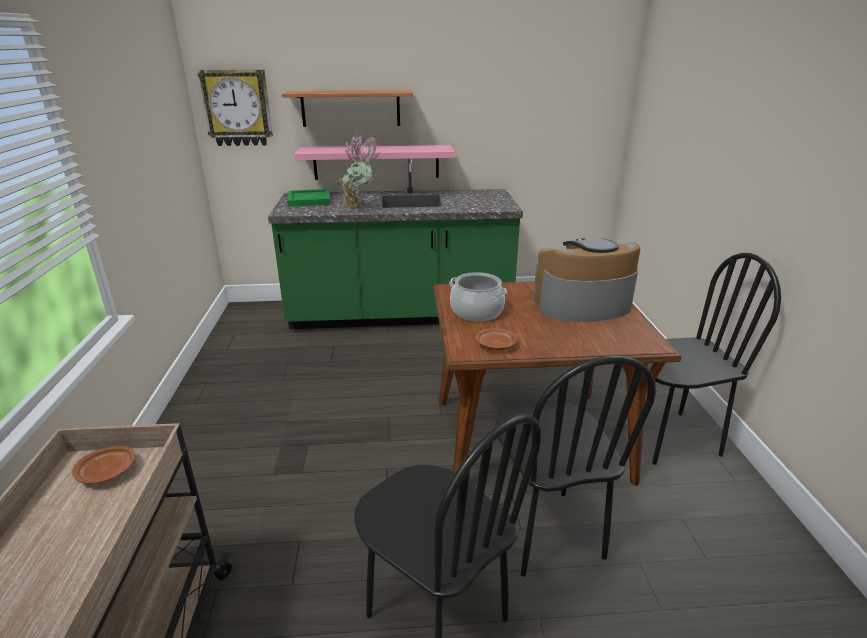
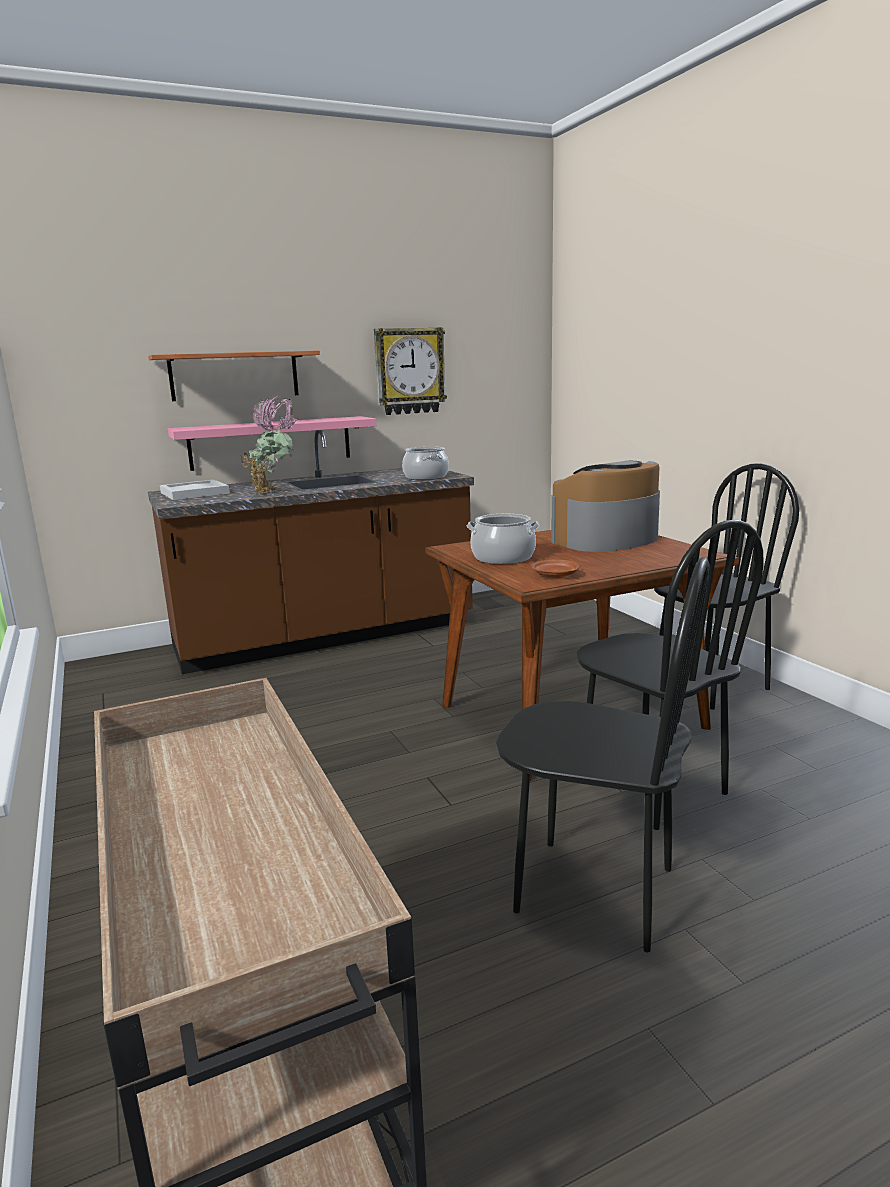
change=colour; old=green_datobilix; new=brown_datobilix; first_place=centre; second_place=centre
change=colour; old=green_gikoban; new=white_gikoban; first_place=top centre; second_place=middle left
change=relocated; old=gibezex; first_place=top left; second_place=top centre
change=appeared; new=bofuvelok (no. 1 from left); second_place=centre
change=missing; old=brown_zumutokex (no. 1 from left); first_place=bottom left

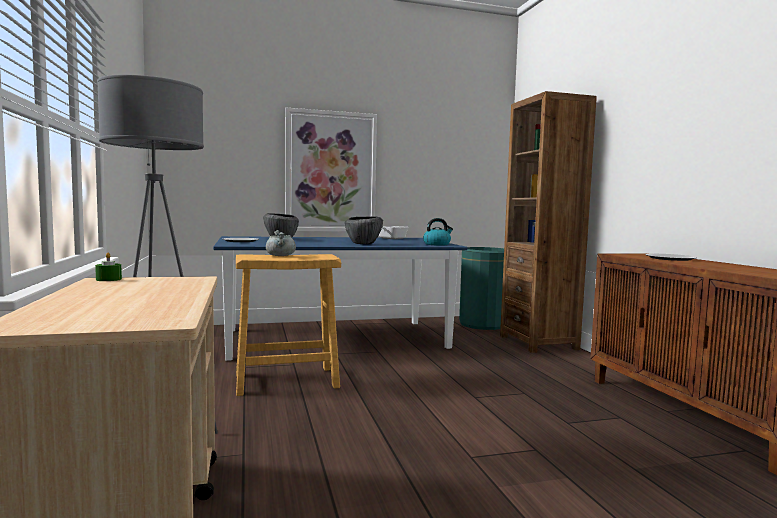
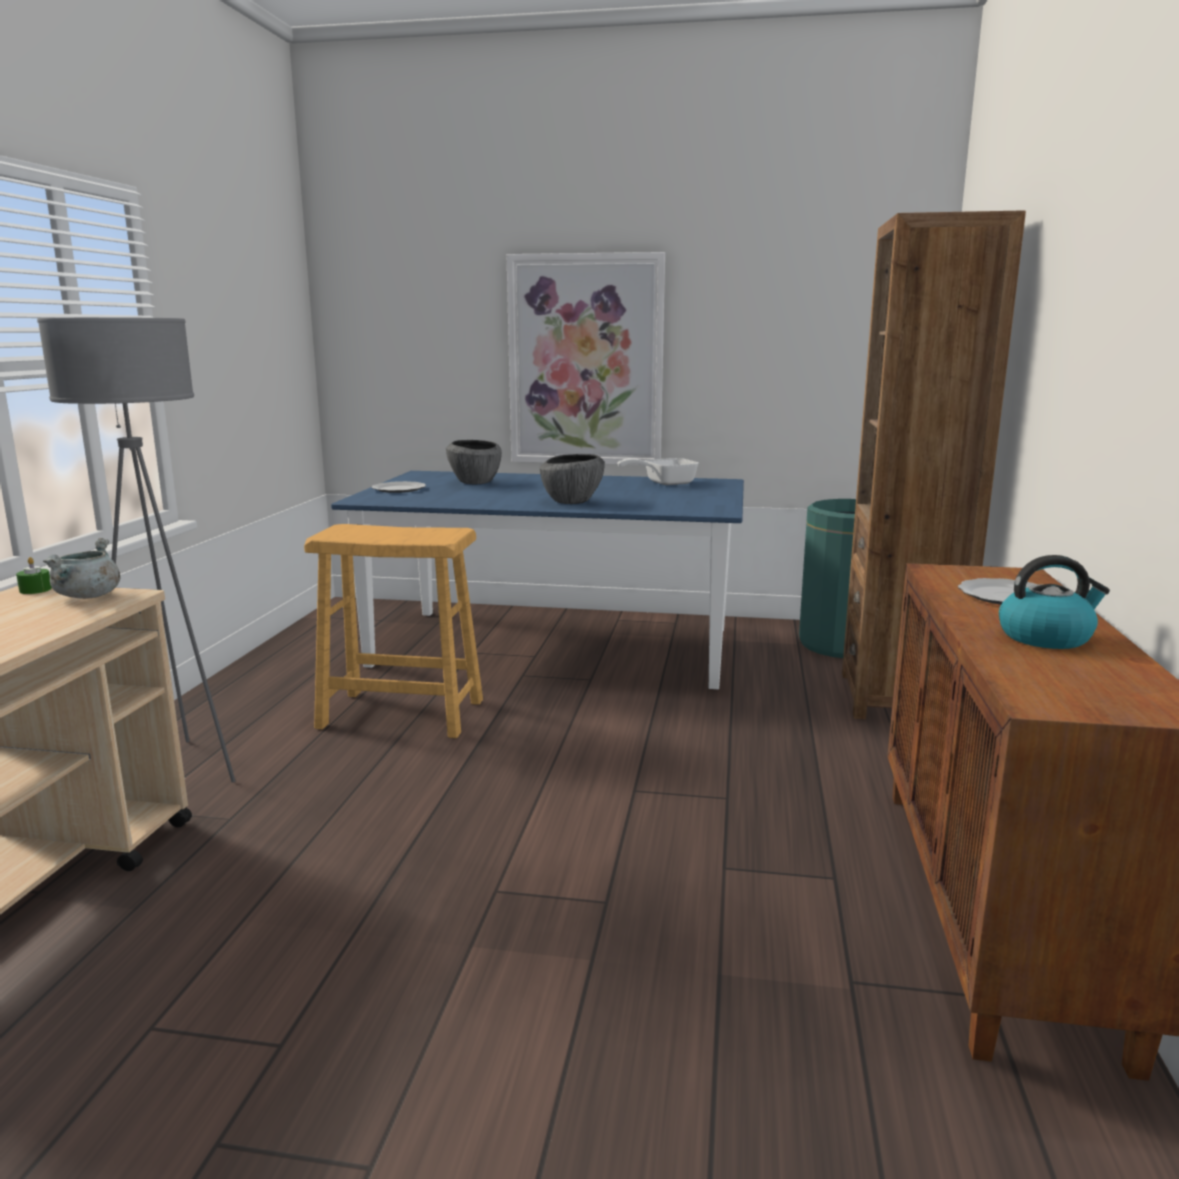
change=relocated; old=grey_bofuvelok; first_place=centre; second_place=middle left
change=relocated; old=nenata; first_place=centre; second_place=middle right

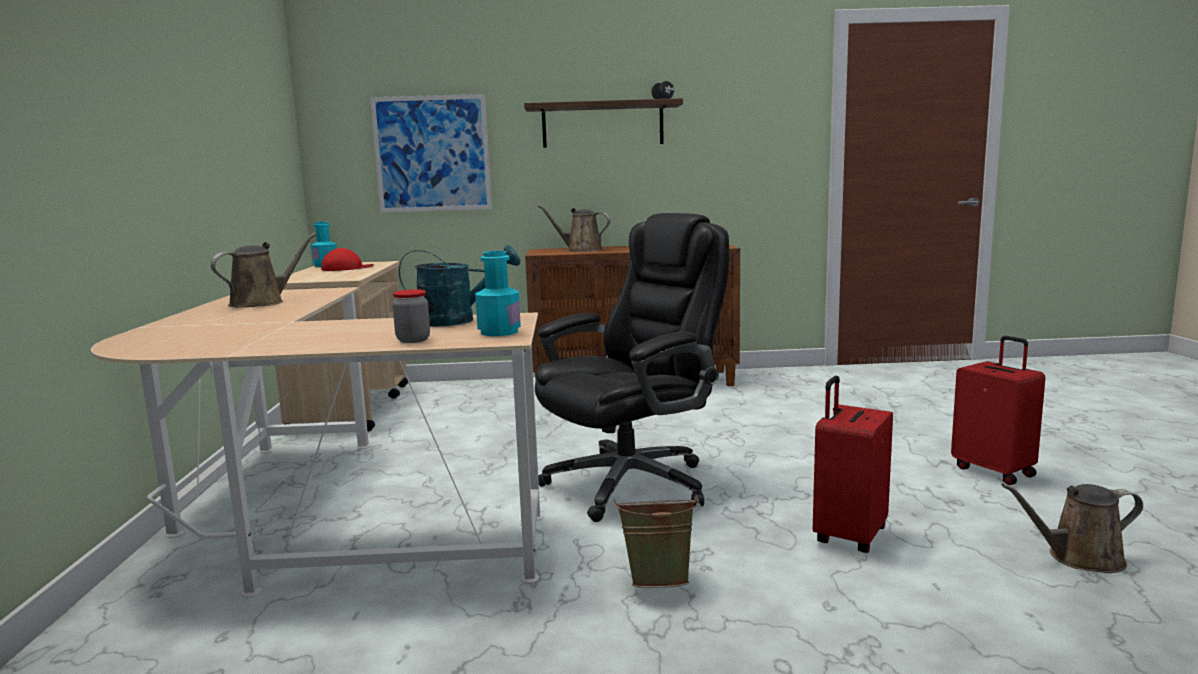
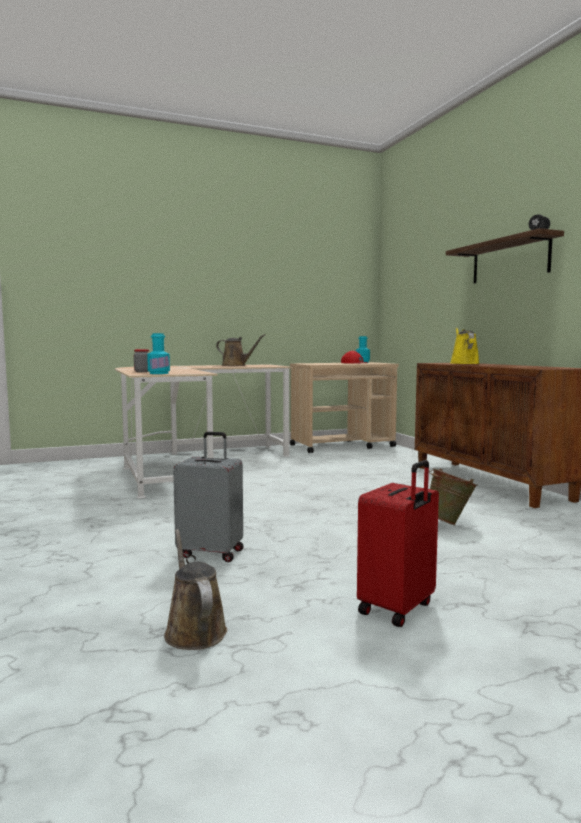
change=colour; old=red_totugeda (no. 1 from left); new=grey_totugeda; first_place=bottom right; second_place=centre
change=relocated; old=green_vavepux; first_place=bottom centre; second_place=middle right
change=colour; old=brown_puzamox (no. 2 from left); new=yellow_puzamox; first_place=centre; second_place=middle right
change=missing; old=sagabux; first_place=top centre
change=missing; old=turquoise_puzamox; first_place=centre
change=missing; old=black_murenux; first_place=centre

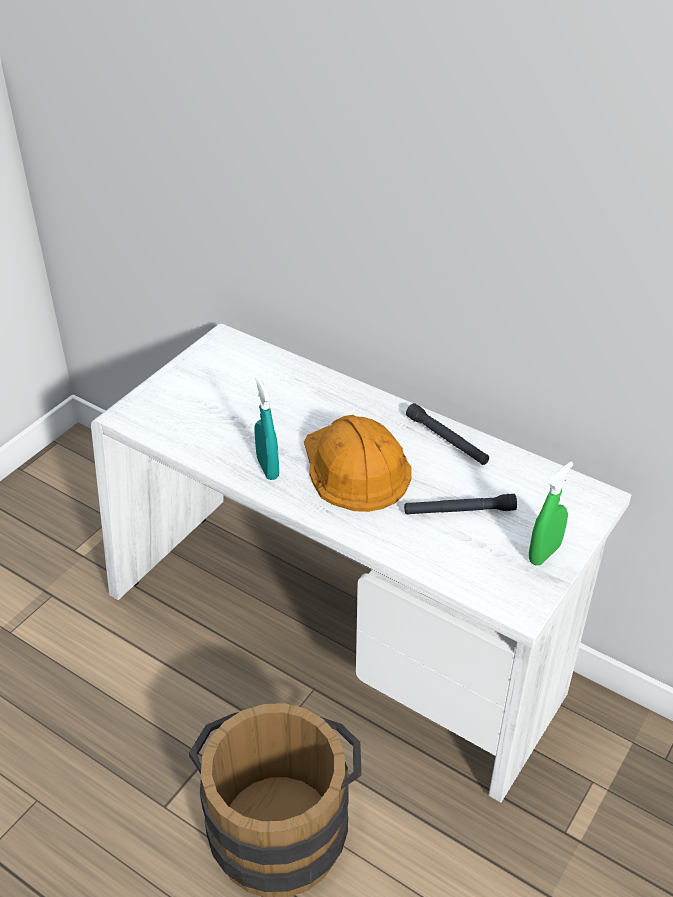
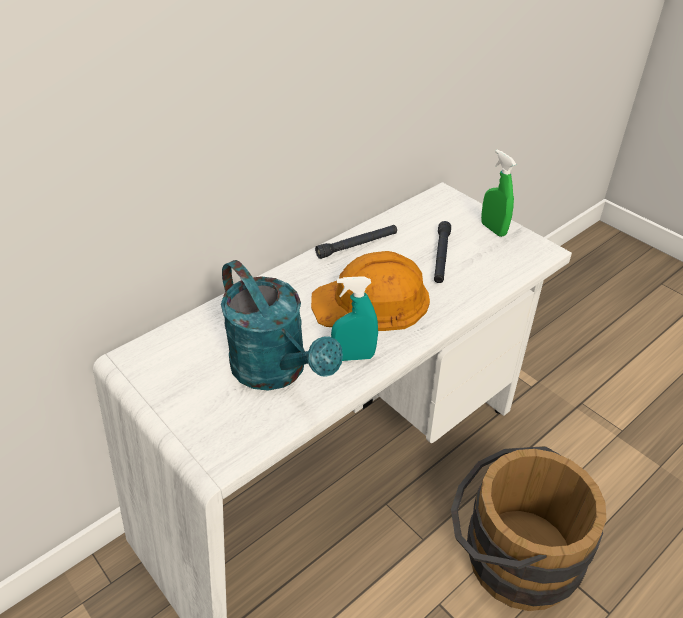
change=appeared; new=turquoise_puzamox; second_place=centre

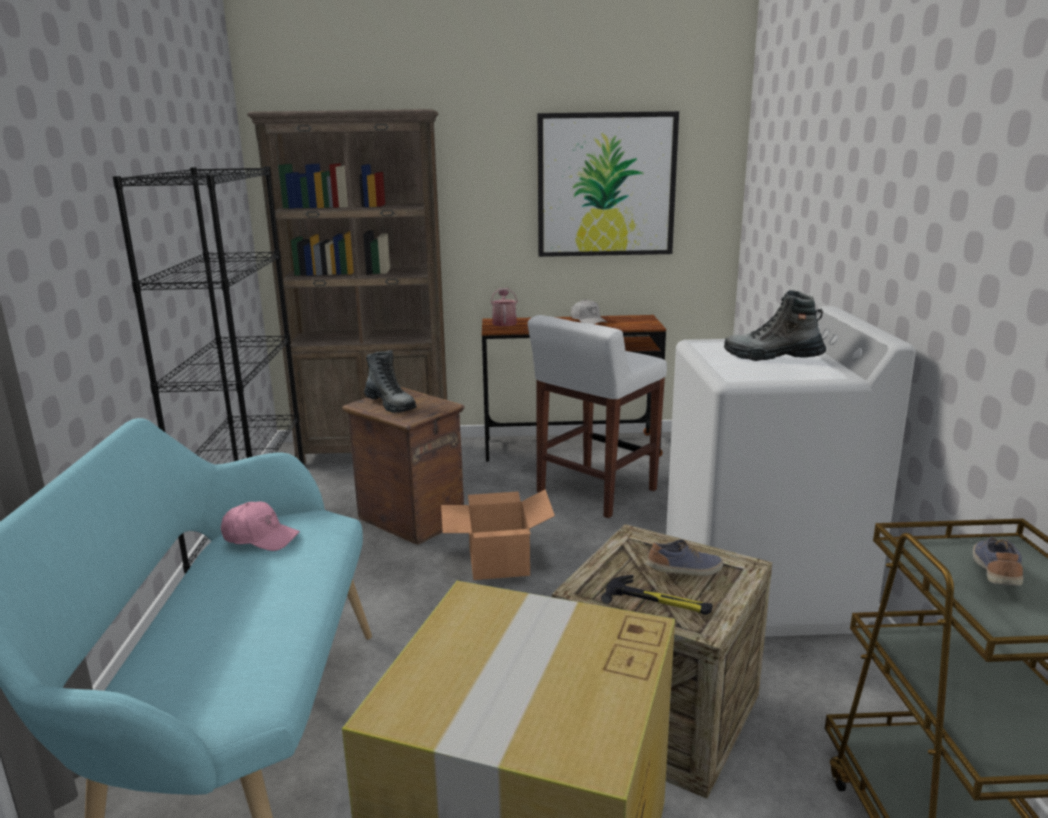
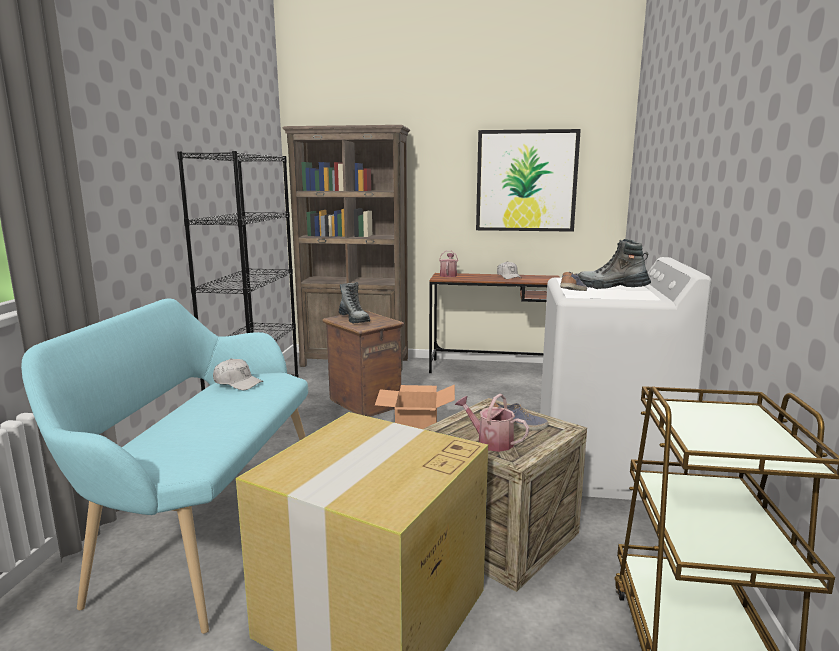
change=colour; old=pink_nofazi; new=white_nofazi (no. 1 from left); first_place=middle left; second_place=middle left
change=exchanged; old=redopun; new=puzamox (no. 2 from left); first_place=bottom centre; second_place=centre
change=relocated; old=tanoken (no. 2 from left); first_place=bottom right; second_place=middle right
change=missing; old=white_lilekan; first_place=centre

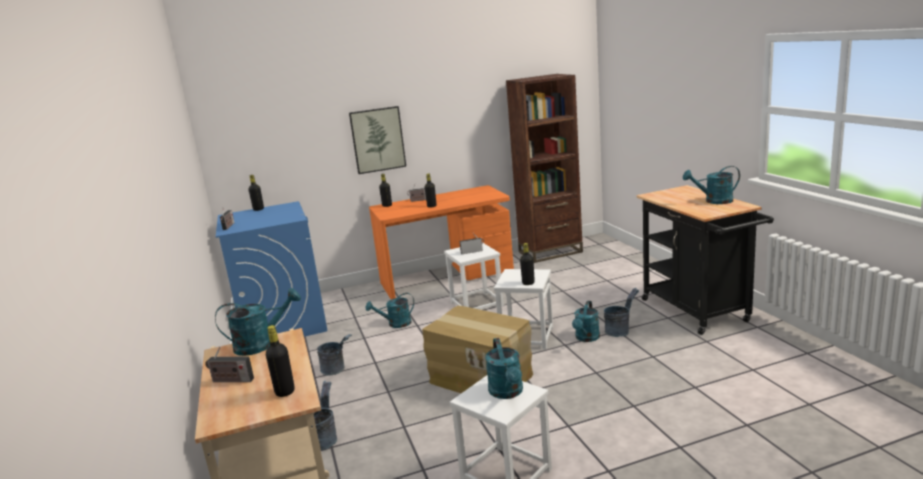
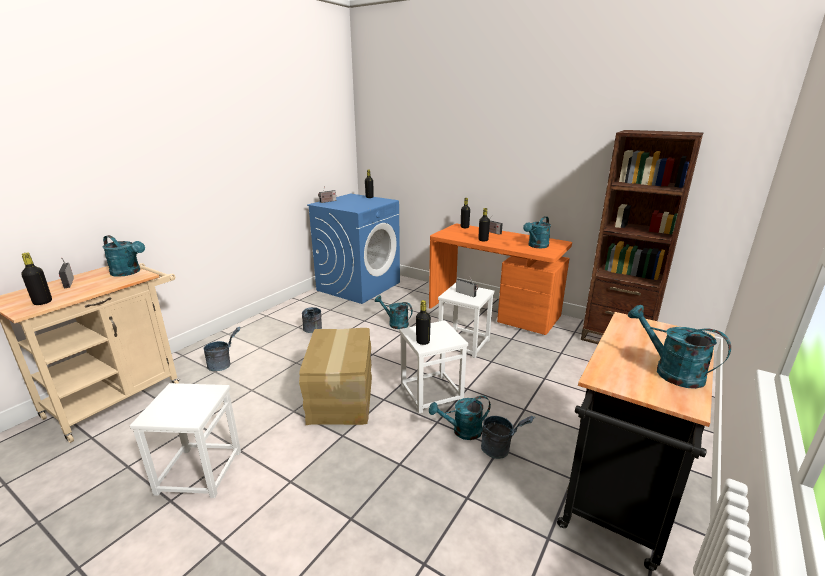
change=relocated; old=turquoise_puzamox (no. 3 from left in the first image); new=turquoise_puzamox (no. 4 from left); first_place=bottom centre; second_place=centre
change=missing; old=sagabux; first_place=top centre

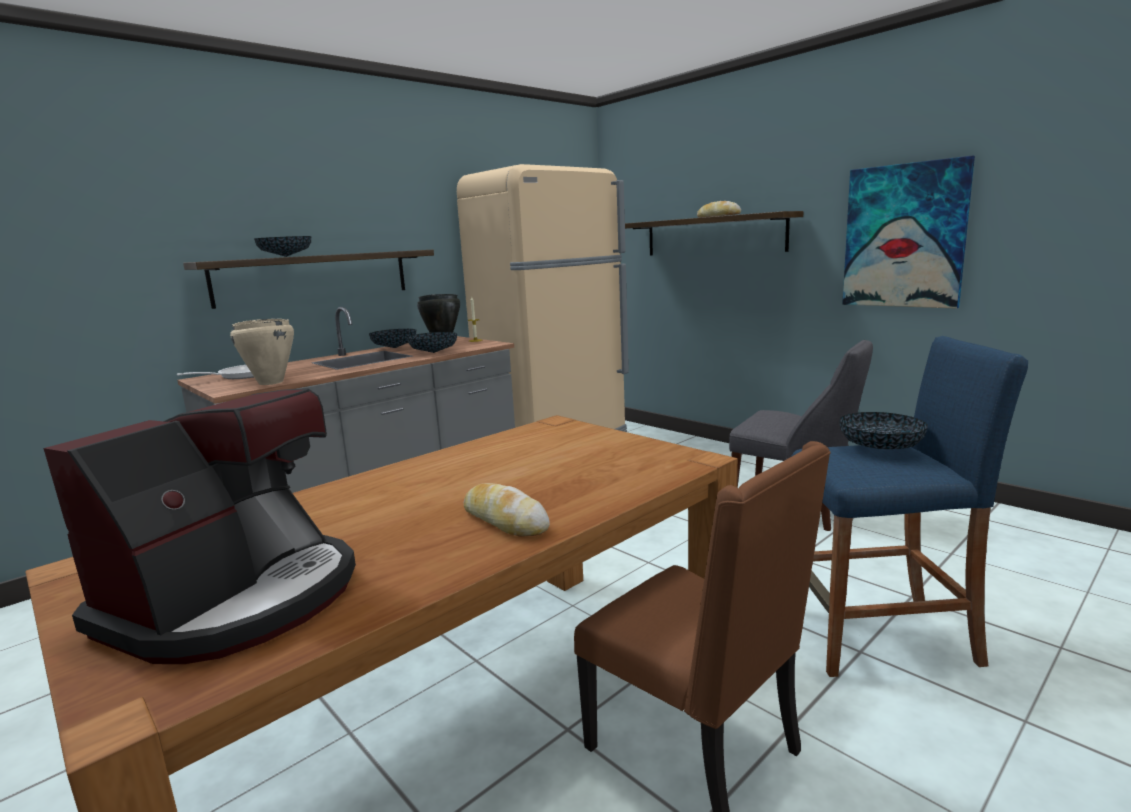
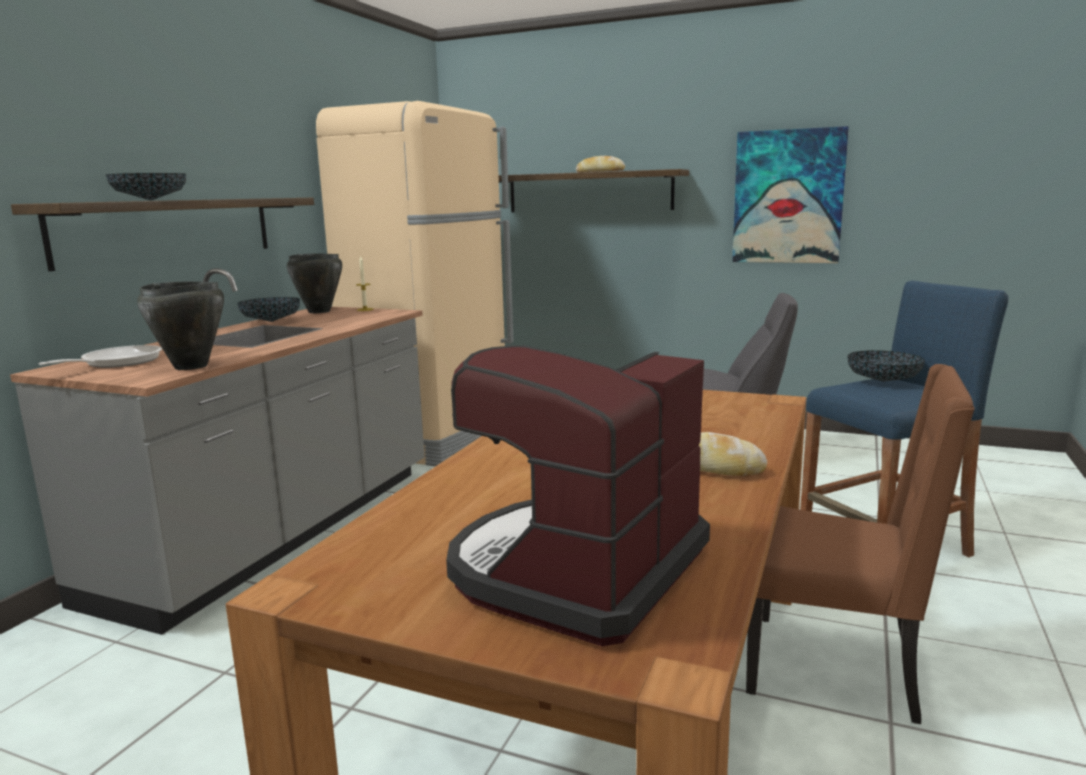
change=colour; old=beige_bofuvelok; new=black_bofuvelok (no. 1 from left); first_place=middle left; second_place=middle left
change=spun; old=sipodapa; first_place=middle left; second_place=centre; degrees=-150
change=missing; old=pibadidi (no. 3 from left); first_place=centre

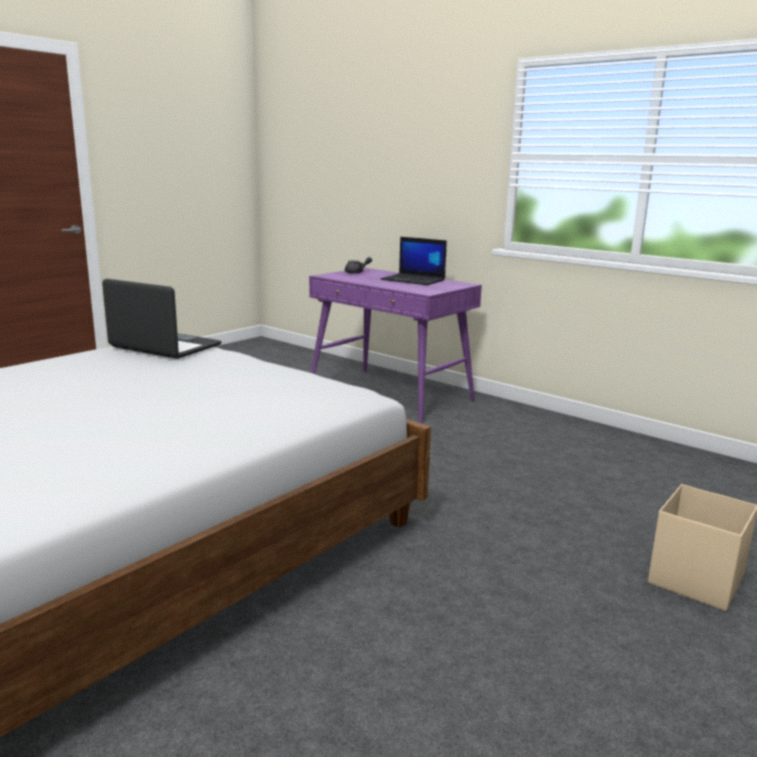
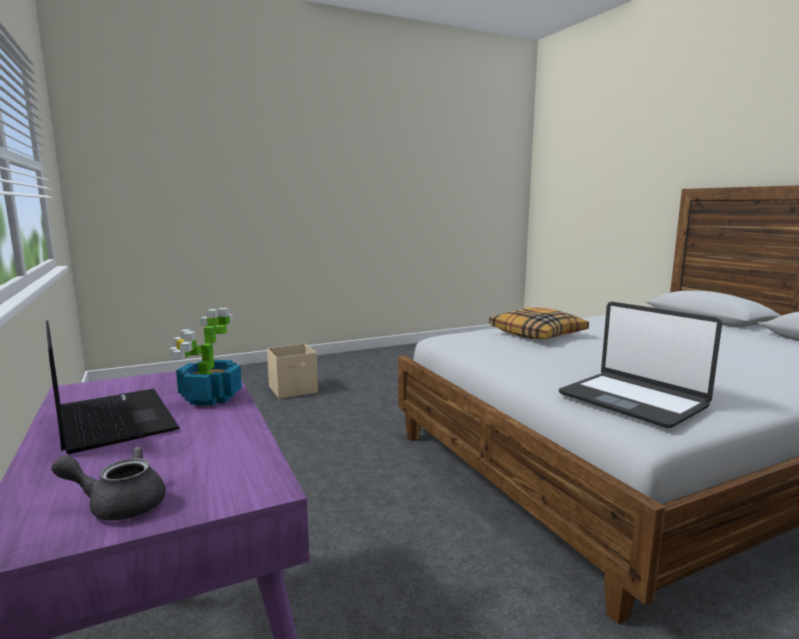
change=appeared; new=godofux; second_place=middle left
change=appeared; new=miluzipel; second_place=middle right

